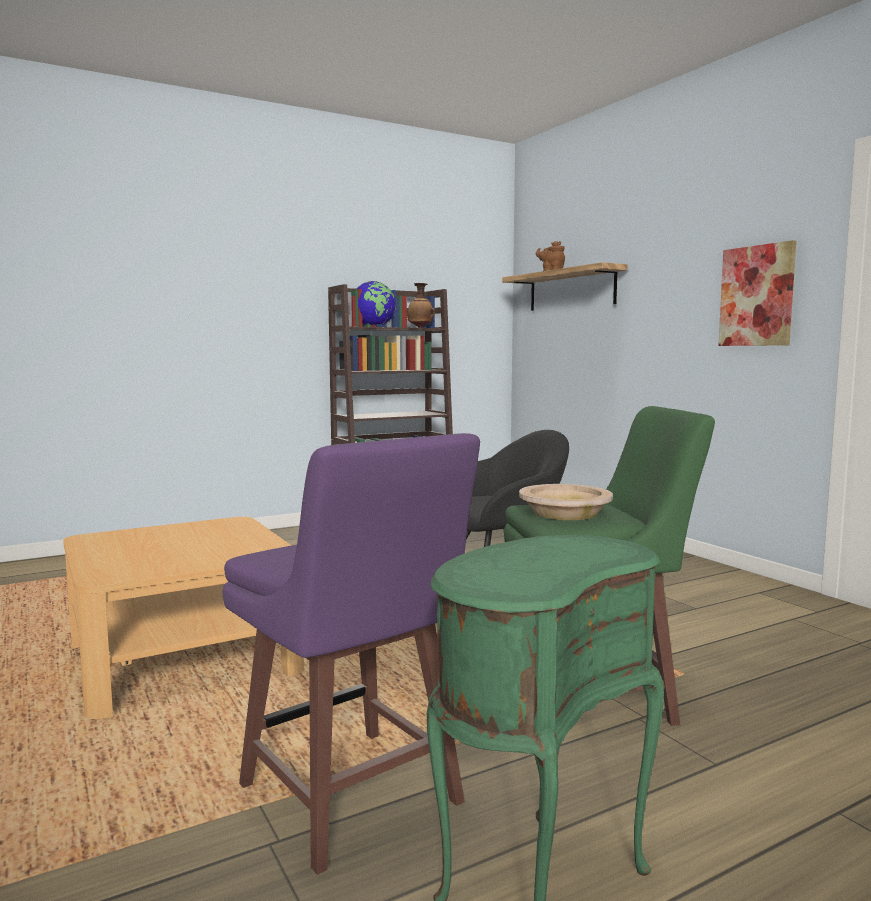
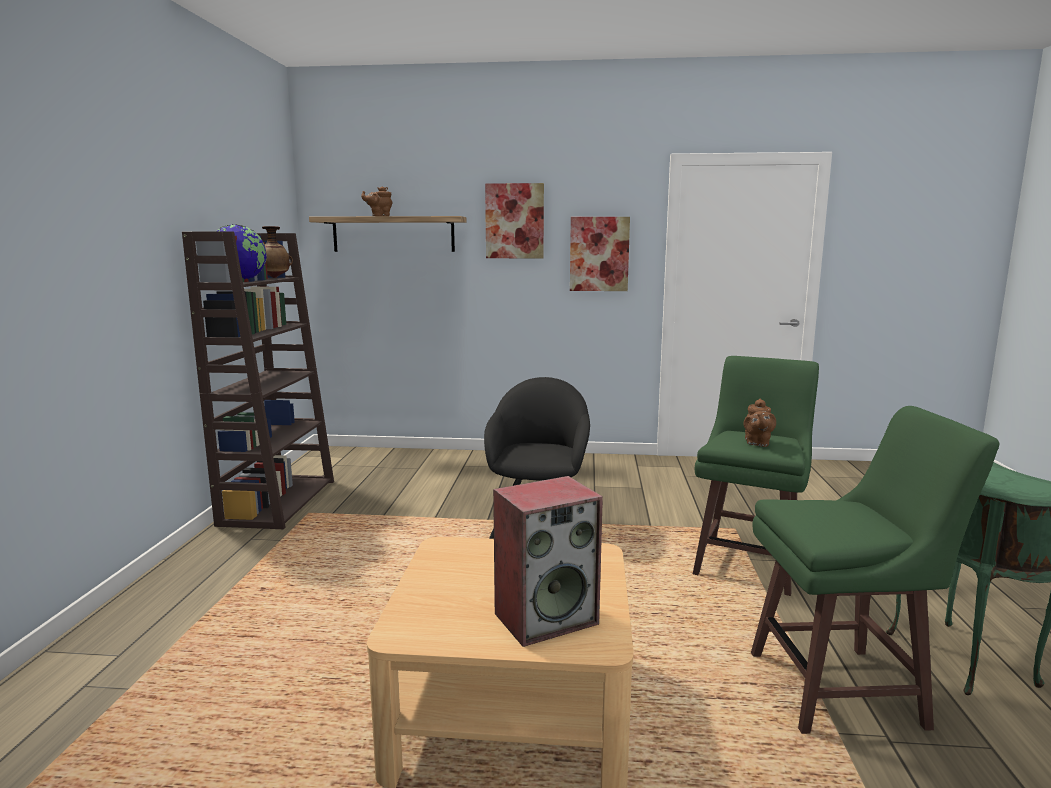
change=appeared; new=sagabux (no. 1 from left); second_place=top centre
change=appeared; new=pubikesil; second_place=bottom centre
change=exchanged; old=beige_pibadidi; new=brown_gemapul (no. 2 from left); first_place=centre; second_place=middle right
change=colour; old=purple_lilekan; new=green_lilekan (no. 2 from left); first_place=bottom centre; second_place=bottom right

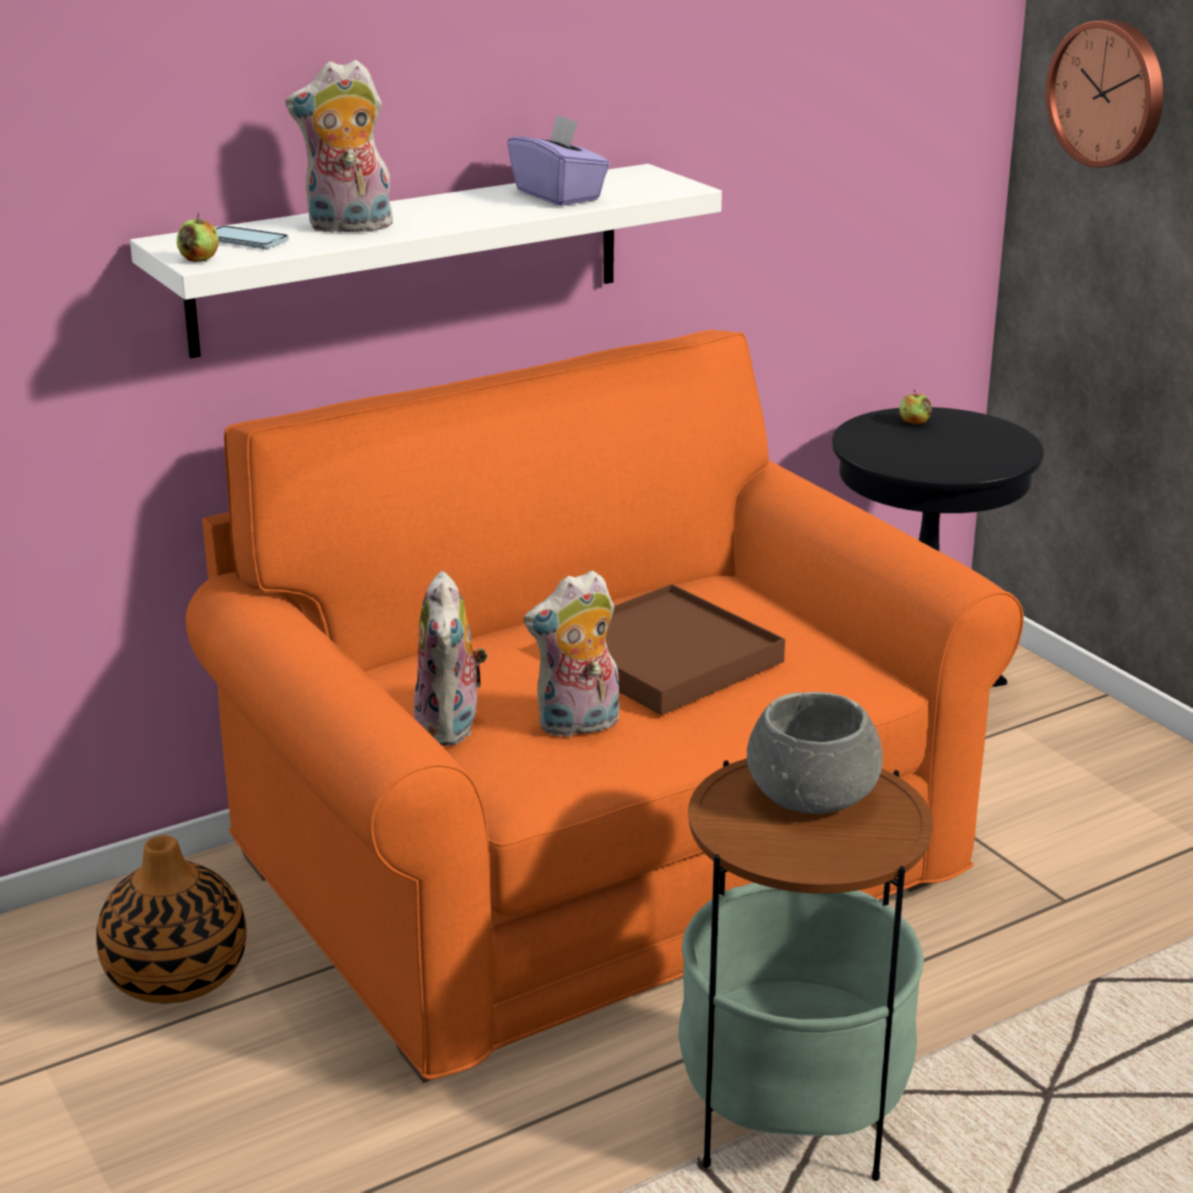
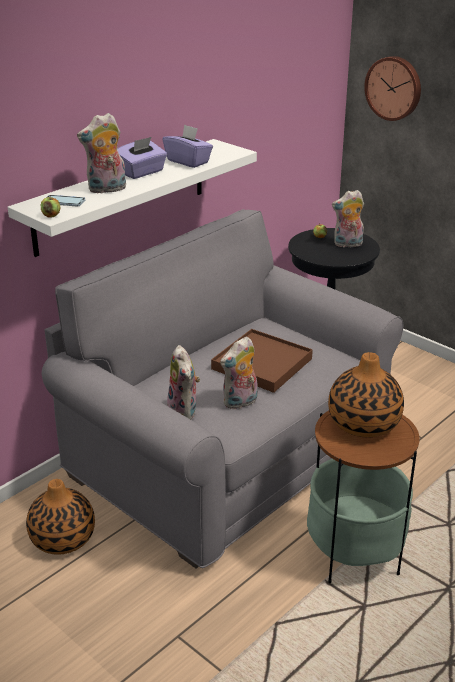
change=colour; old=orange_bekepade; new=grey_bekepade; first_place=centre; second_place=centre
change=appeared; new=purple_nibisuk (no. 1 from left); second_place=top left
change=exchanged; old=grey_pibadidi; new=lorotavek (no. 2 from left); first_place=middle right; second_place=middle right
change=appeared; new=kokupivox (no. 4 from left); second_place=top right

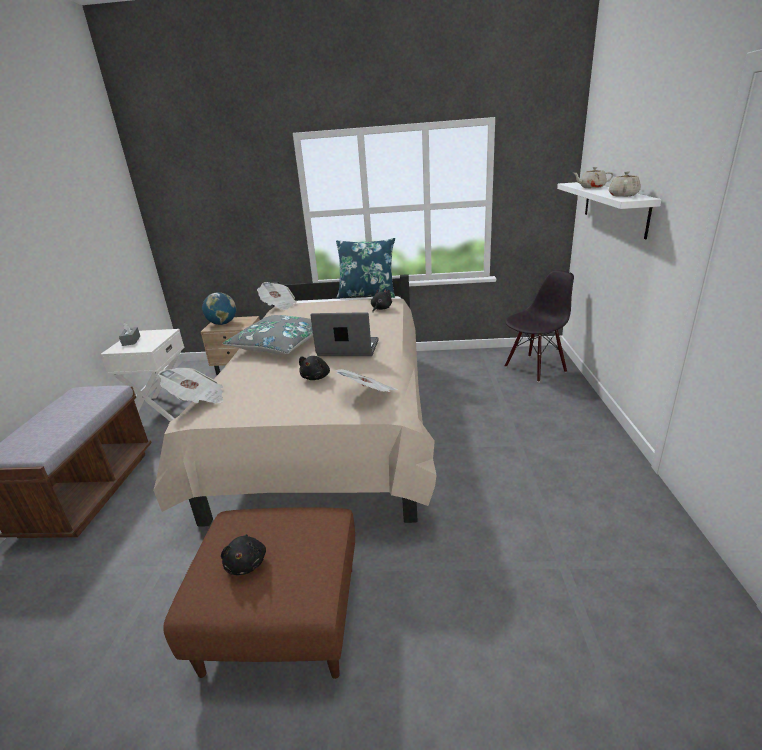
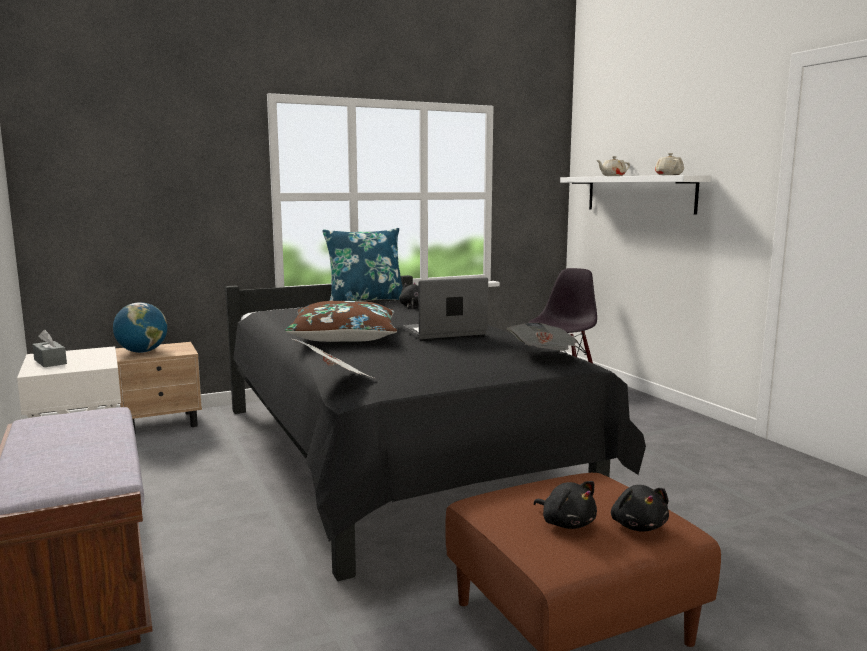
change=colour; old=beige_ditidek; new=black_ditidek; first_place=centre; second_place=centre
change=colour; old=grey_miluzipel; new=brown_miluzipel; first_place=centre; second_place=centre
change=relocated; old=black_kokupivox (no. 2 from left in the first image); new=black_kokupivox (no. 3 from left); first_place=centre; second_place=bottom right
change=missing; old=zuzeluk (no. 2 from left); first_place=centre

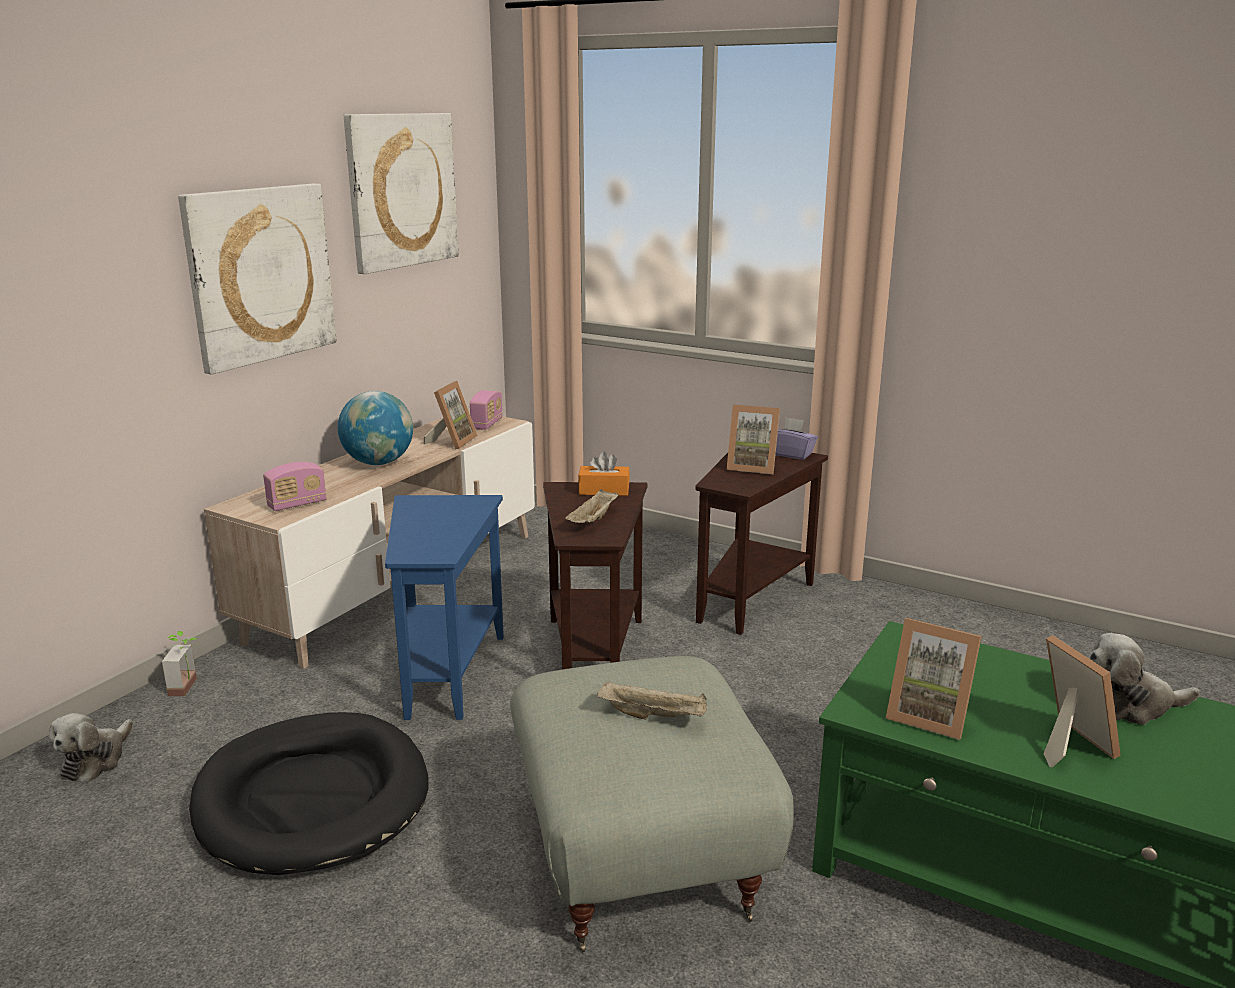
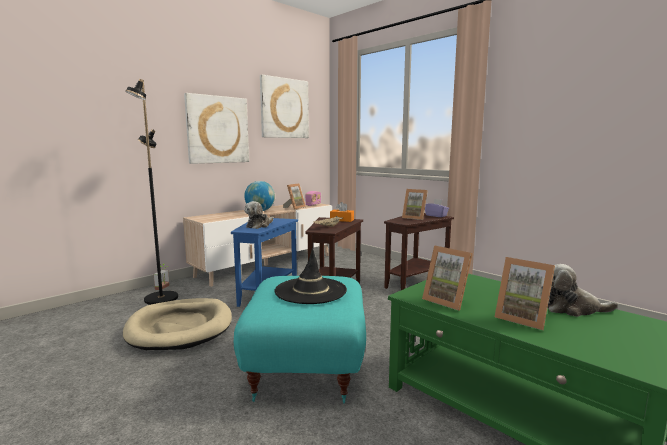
change=colour; old=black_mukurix; new=beige_mukurix; first_place=bottom left; second_place=bottom left
change=appeared; new=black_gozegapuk; second_place=middle left
change=colour; old=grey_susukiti; new=turquoise_susukiti; first_place=bottom centre; second_place=bottom centre
change=relocated; old=kokupivox (no. 1 from left); first_place=bottom left; second_place=centre
change=exchanged; old=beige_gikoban (no. 2 from left); new=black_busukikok; first_place=bottom centre; second_place=centre
change=spun; old=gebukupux (no. 4 from left); first_place=bottom right; second_place=middle right; degrees=135
change=missing; old=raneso (no. 1 from left); first_place=middle left

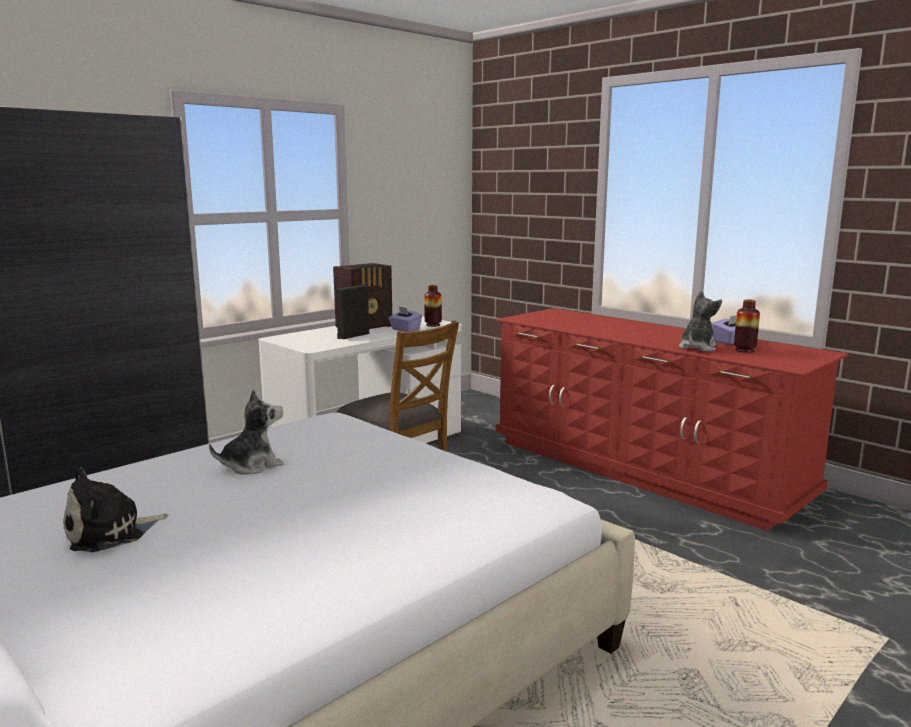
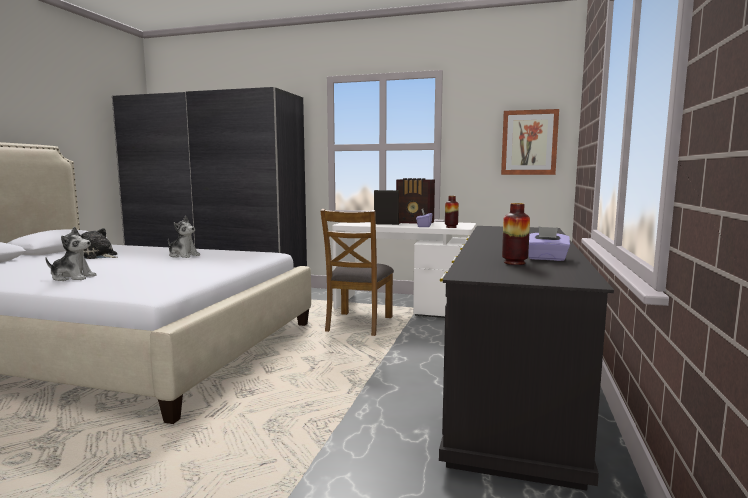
change=relocated; old=kokupivox (no. 3 from left in the first image); new=kokupivox (no. 1 from left); first_place=middle right; second_place=middle left
change=colour; old=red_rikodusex; new=black_rikodusex; first_place=middle right; second_place=bottom right
change=appeared; new=sagabux; second_place=top right

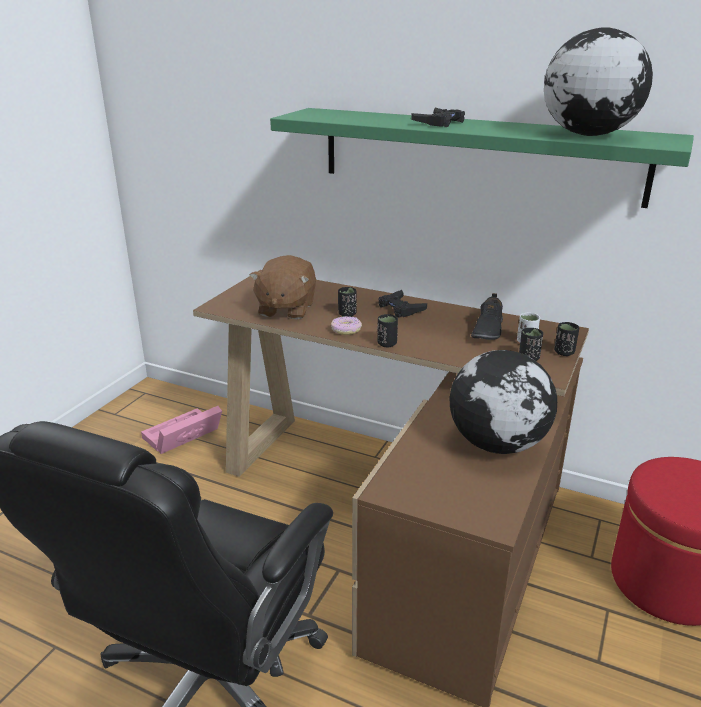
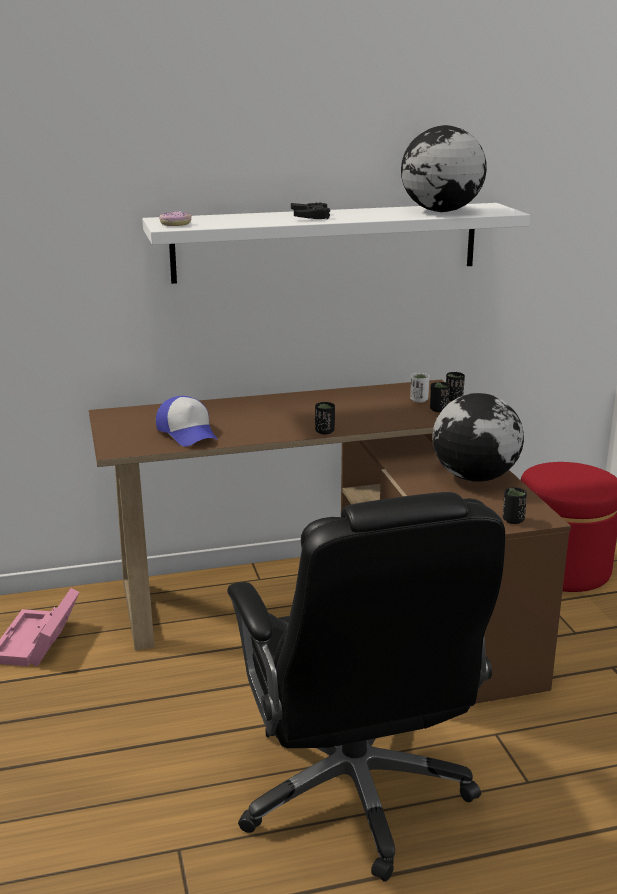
change=colour; old=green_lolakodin; new=white_lolakodin; first_place=top right; second_place=top centre
change=exchanged; old=brown_kokupivox; new=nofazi; first_place=centre; second_place=middle left
change=relocated; old=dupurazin; first_place=centre; second_place=top left
change=relocated; old=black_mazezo (no. 1 from left in the first image); new=black_mazezo (no. 4 from left); first_place=centre; second_place=middle right
change=missing; old=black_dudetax (no. 1 from left); first_place=centre
change=missing; old=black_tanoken; first_place=middle right

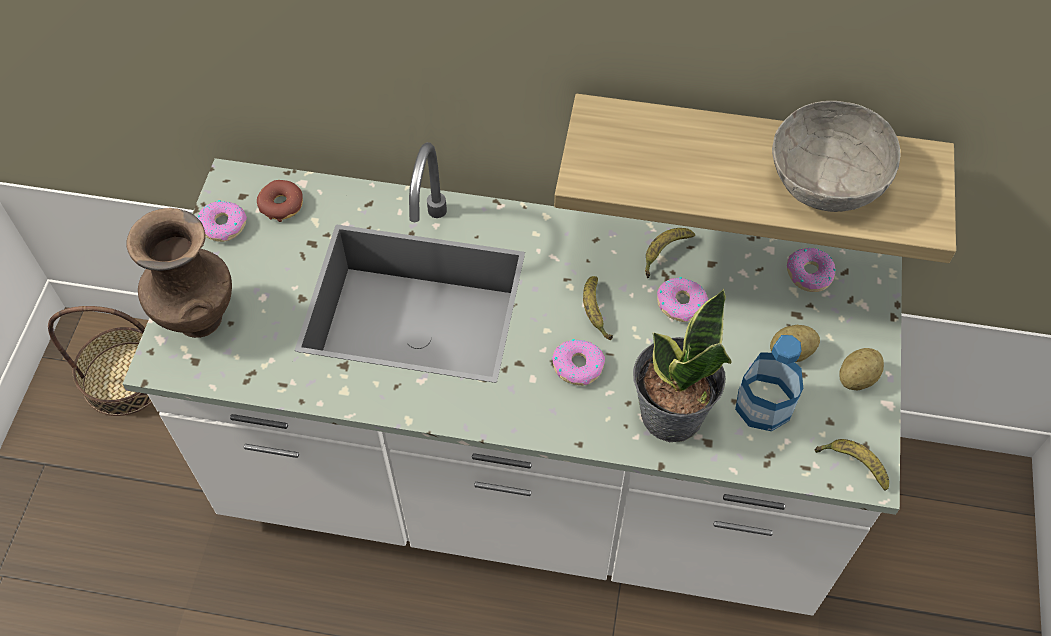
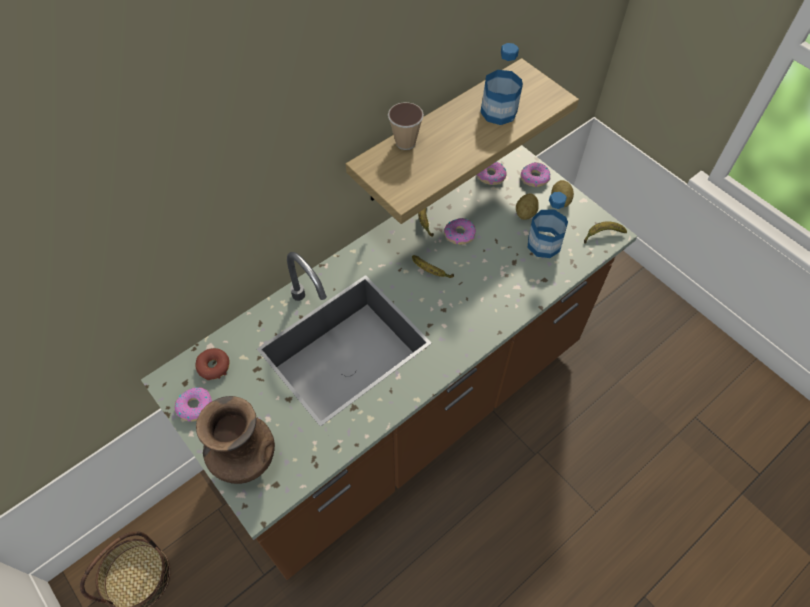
change=colour; old=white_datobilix; new=brown_datobilix; first_place=centre; second_place=centre
change=appeared; new=mazezo; second_place=top centre
change=exchanged; old=grey_pibadidi; new=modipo (no. 1 from left); first_place=top right; second_place=top centre
change=relocated; old=dupurazin (no. 3 from left in the first image); new=dupurazin (no. 5 from left); first_place=centre; second_place=top centre
change=missing; old=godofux; first_place=centre

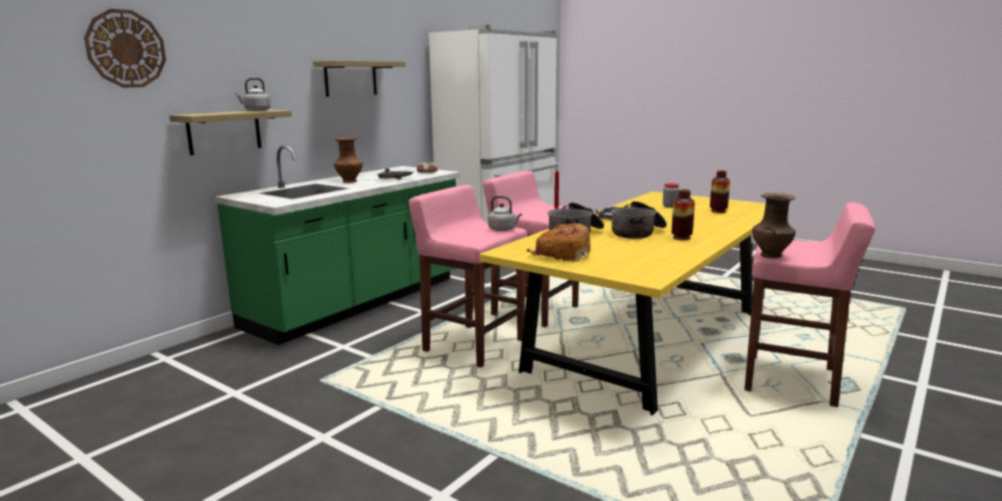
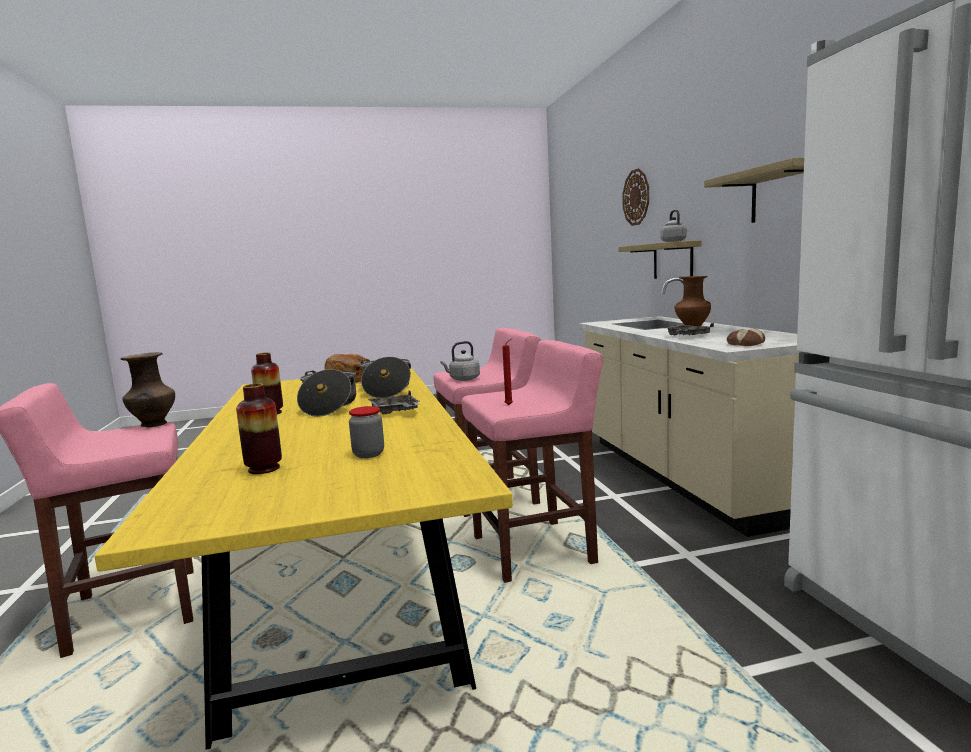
change=colour; old=green_datobilix; new=beige_datobilix; first_place=centre; second_place=middle right

